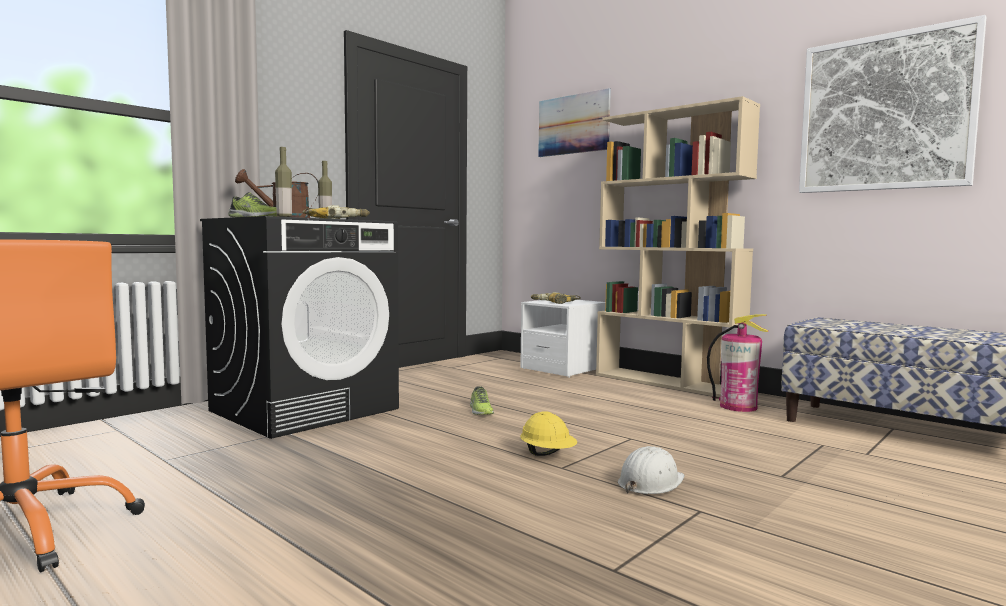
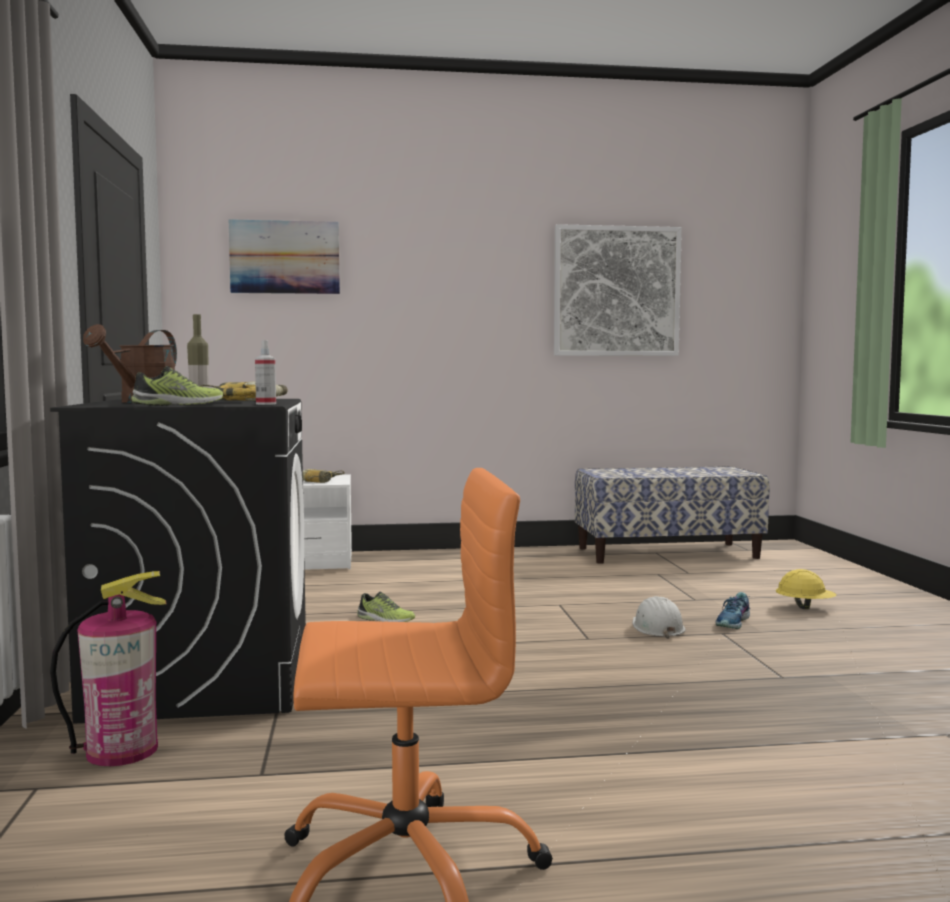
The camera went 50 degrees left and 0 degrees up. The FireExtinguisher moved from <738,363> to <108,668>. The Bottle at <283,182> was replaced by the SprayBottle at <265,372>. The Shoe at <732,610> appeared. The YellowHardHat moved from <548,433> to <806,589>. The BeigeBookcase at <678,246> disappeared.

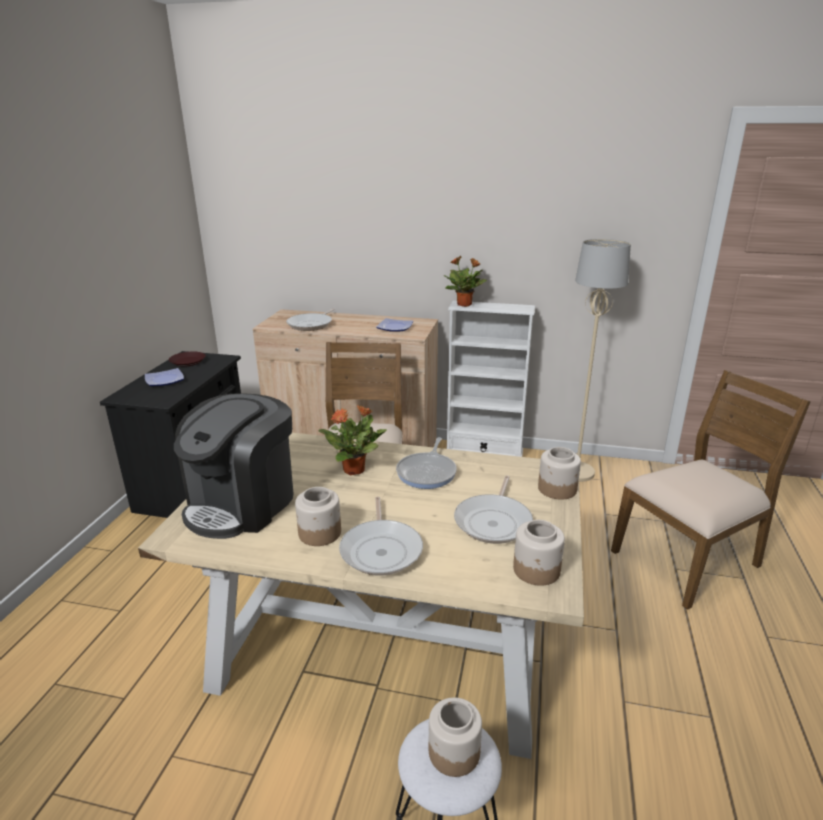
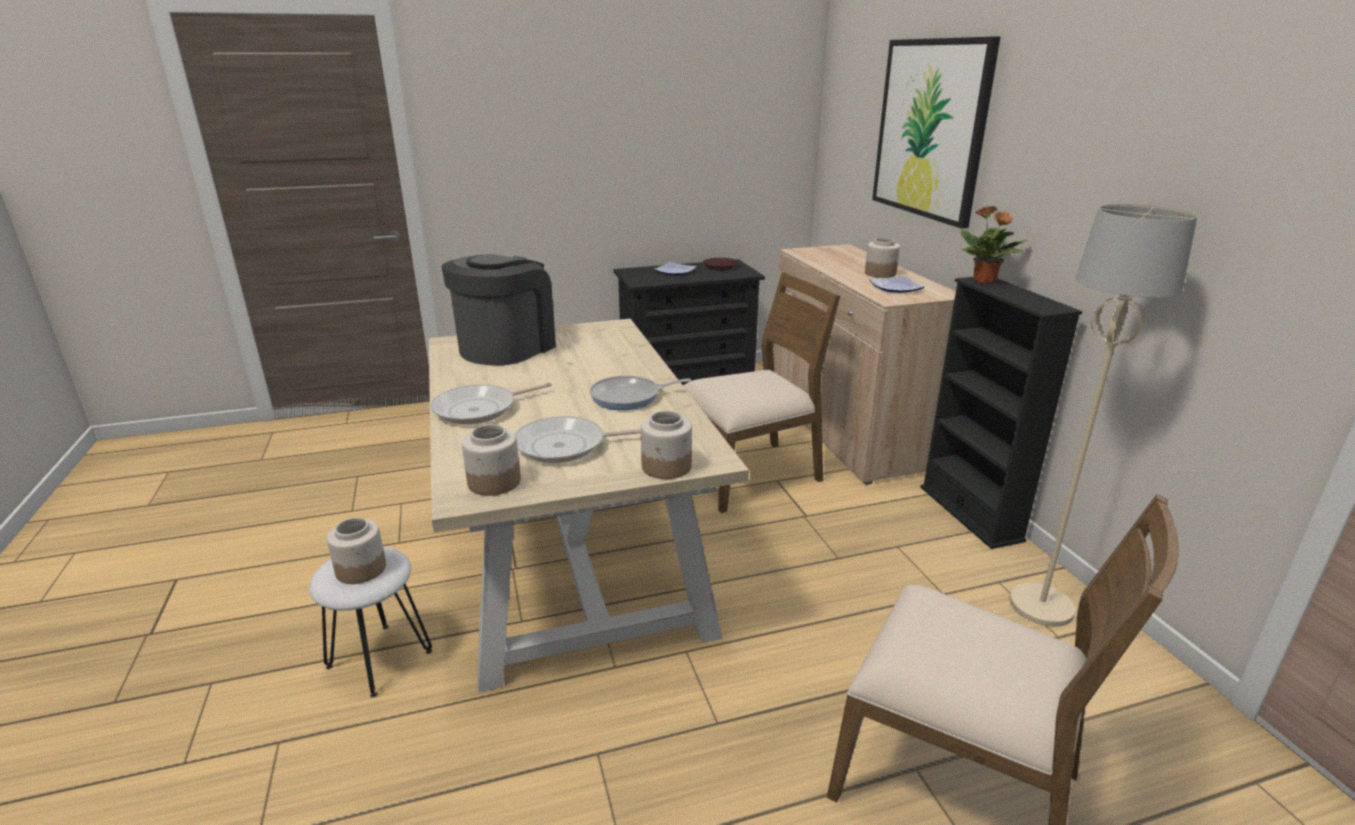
The camera went 60 degrees right and 0 degrees up. The CoffeeMachine at <234,466> turned 120 degrees clockwise. The Jar moved from <318,516> to <882,258>. The Picture at <936,133> appeared. The WhiteBookcase at <490,379> became the BlackBookcase at <1001,413>. The FryingPan at <310,319> disappeared. The PottedPlant at <352,439> disappeared.

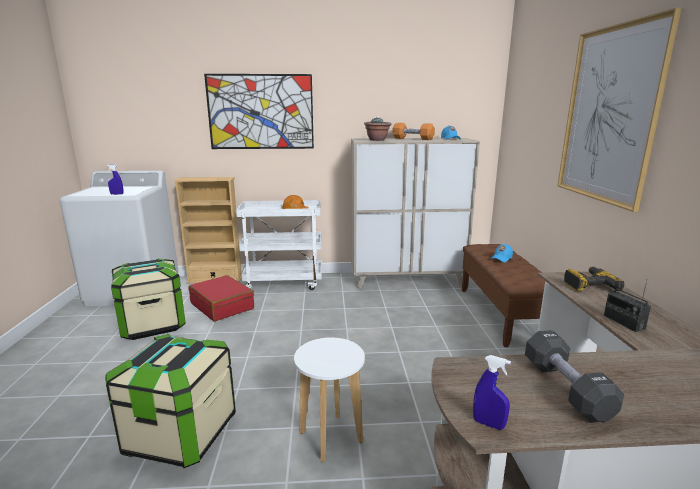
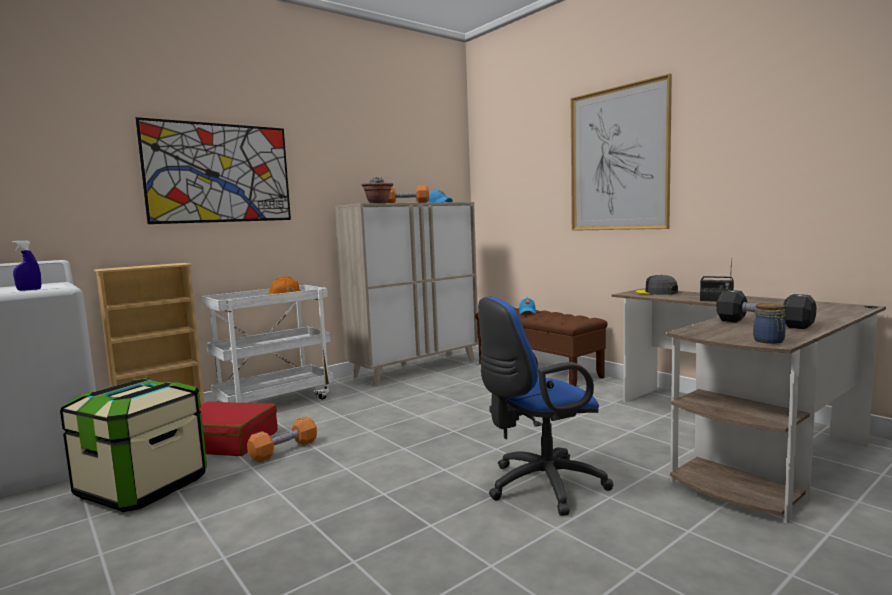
The camera went 35 degrees left and 10 degrees down. The OrangeDumbbell at <282,439> appeared. The WhiteStool at <329,399> was replaced by the BlueOfficeChair at <545,406>. The PowerDrill at <594,279> was replaced by the GreyCap at <657,285>. The BlueSprayBottle at <492,392> was replaced by the Jar at <769,323>. The StorageBox at <170,401> disappeared.

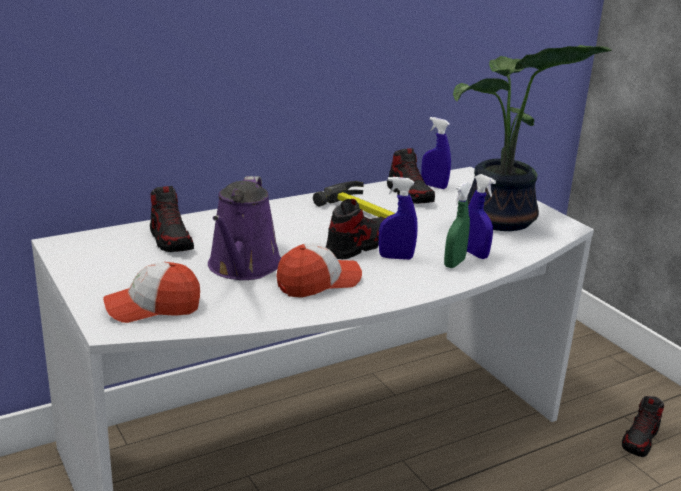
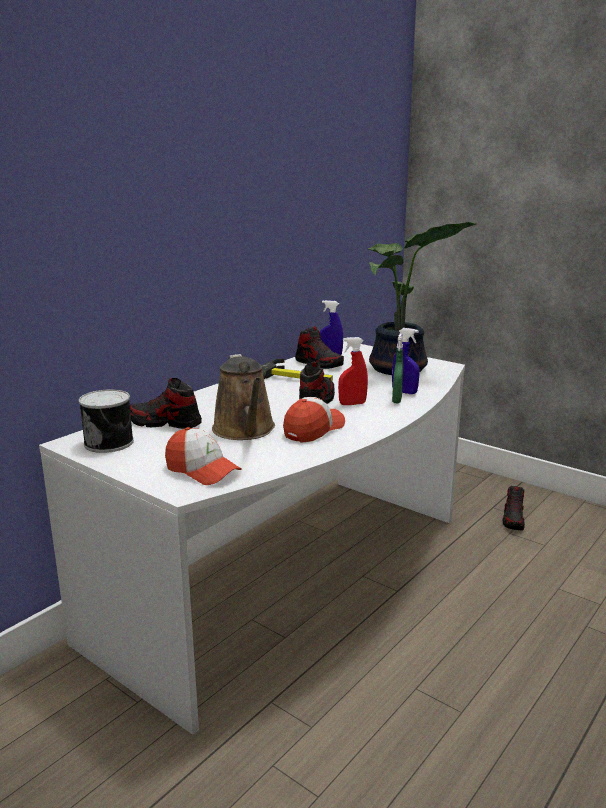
The camera went 20 degrees left and 5 degrees down. The Can at <106,421> appeared. The Shoe at <172,219> turned 150 degrees clockwise. The Cap at <151,292> turned 105 degrees counterclockwise. The PurpleWateringCan at <244,228> became the BrownWateringCan at <243,397>. The BlueSprayBottle at <398,218> became the RedSprayBottle at <353,371>.

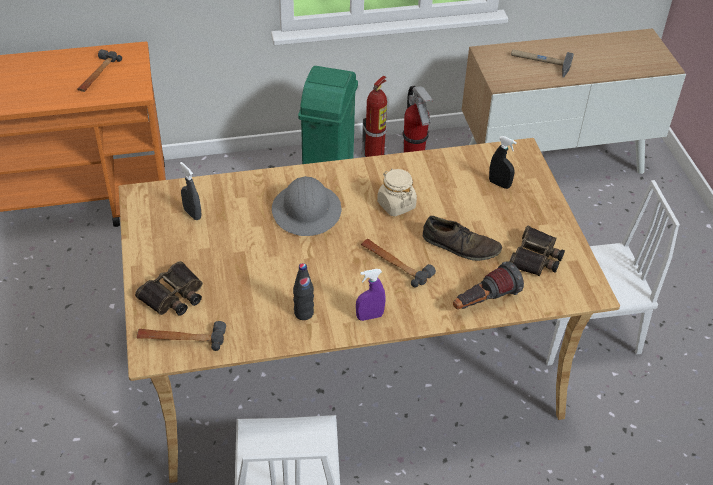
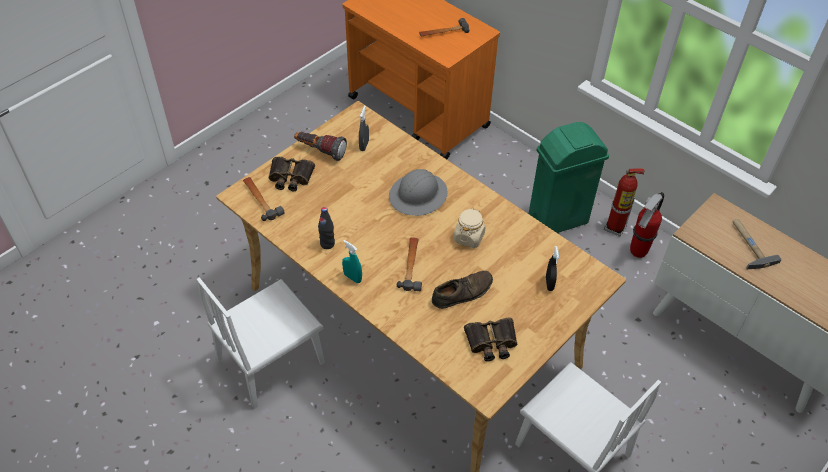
The camera went 55 degrees right and 5 degrees up. The Flashlight moved from <488,285> to <320,146>. The PurpleSprayBottle at <371,295> became the TurquoiseSprayBottle at <352,261>. The BrownShoe at <462,238> turned 105 degrees counterclockwise.

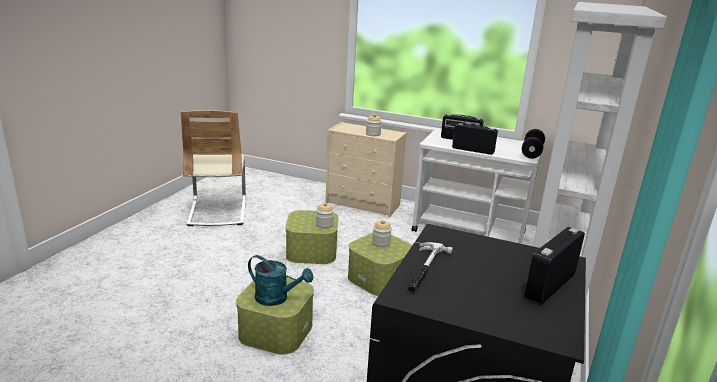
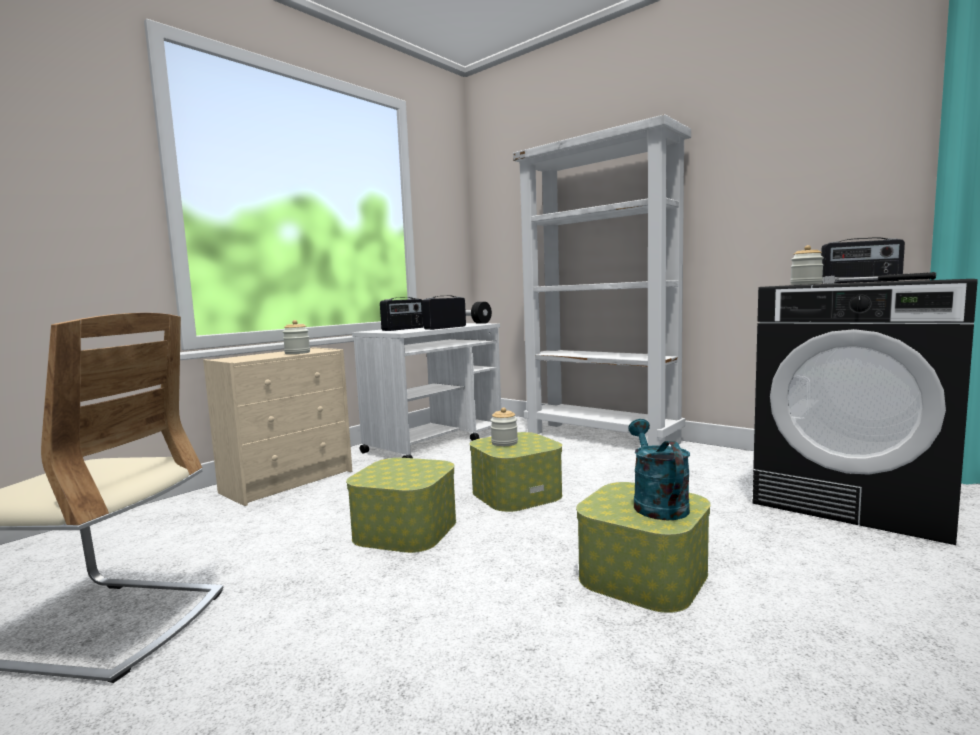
The camera went 70 degrees left and 15 degrees down. The TurquoiseWateringCan at <281,280> turned 45 degrees counterclockwise. The Jar moved from <325,215> to <807,265>. The Radio at <555,266> turned 45 degrees counterclockwise.

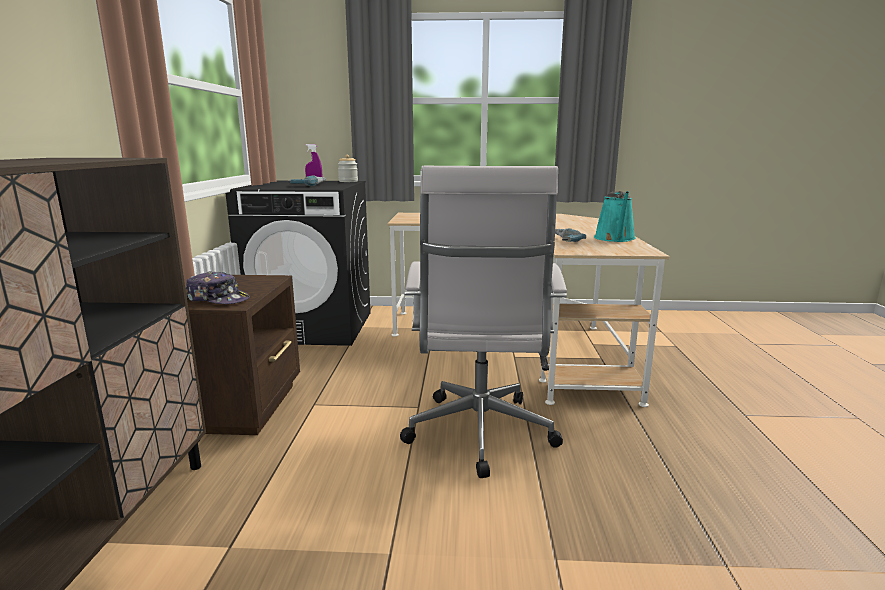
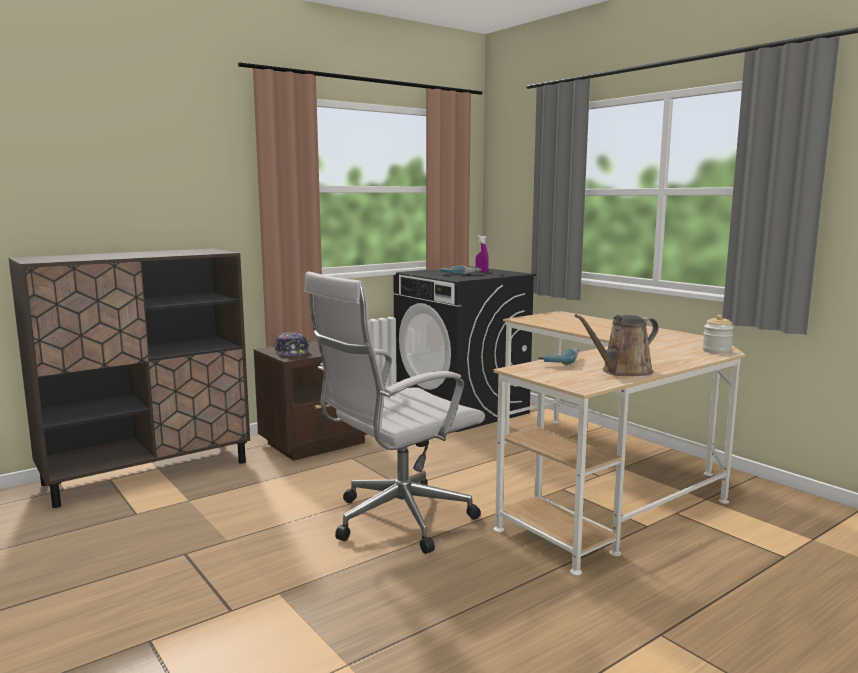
The camera went 50 degrees right and 5 degrees down. The TurquoiseWateringCan at <615,216> became the BrownWateringCan at <617,345>. The Jar moved from <348,168> to <718,334>.

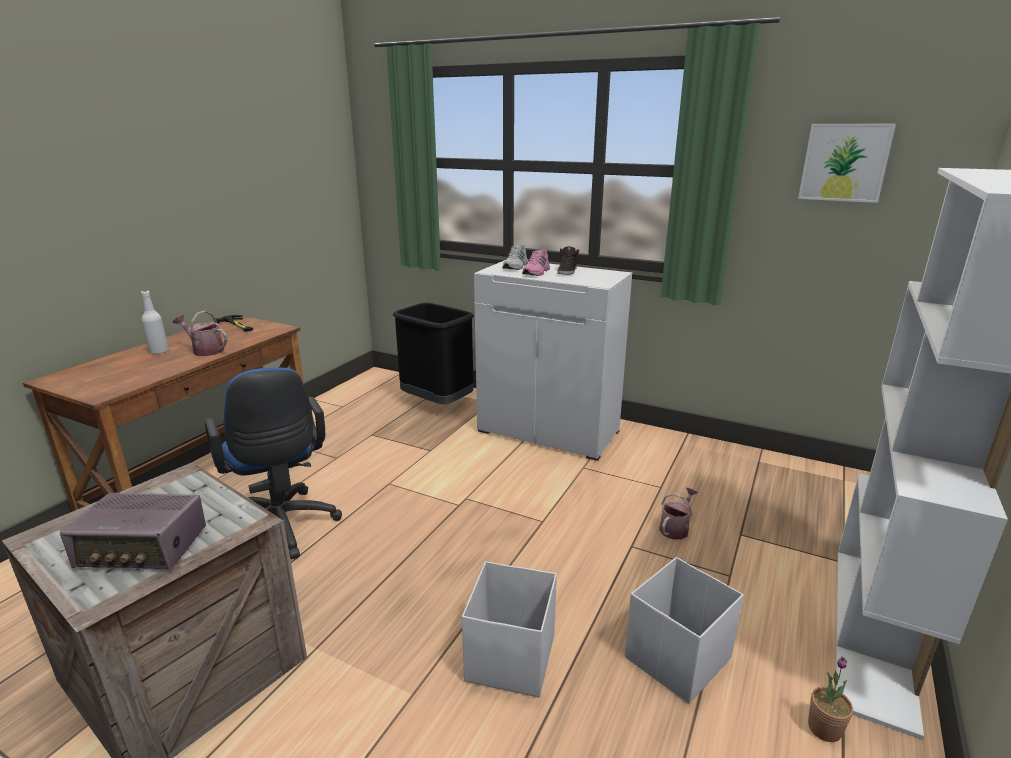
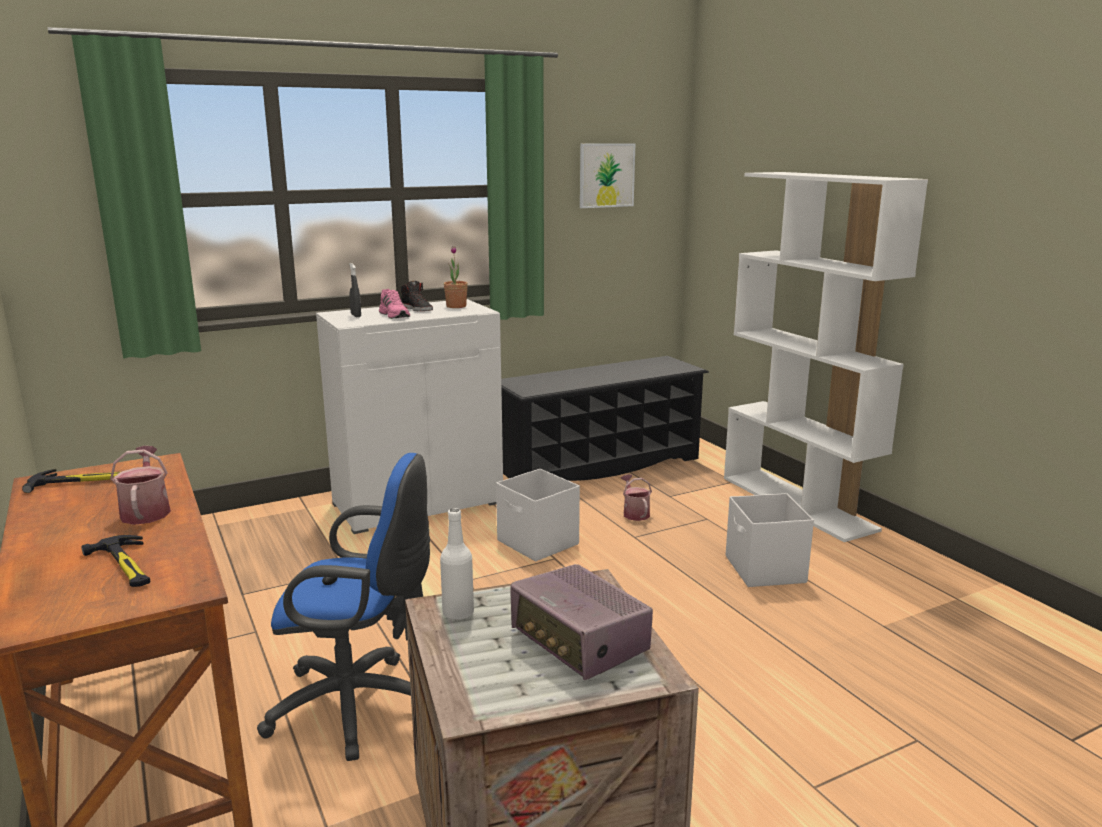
The camera went 55 degrees left and 5 degrees down. The Hammer at <115,561> appeared. The WateringCan at <200,333> turned 105 degrees clockwise. The WhiteShoe at <515,257> was replaced by the GreySprayBottle at <355,290>. The WhiteBottle moved from <155,322> to <457,564>. The PottedPlant moved from <830,699> to <456,277>. The WhiteStorageBox moved from <509,629> to <538,515>. The BlackShoeRack at <605,418> appeared. The Radio at <133,531> turned 105 degrees clockwise. The BlackTrashCan at <433,354> disappeared.

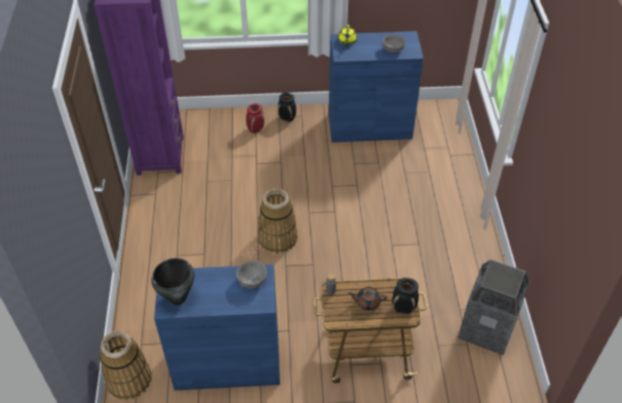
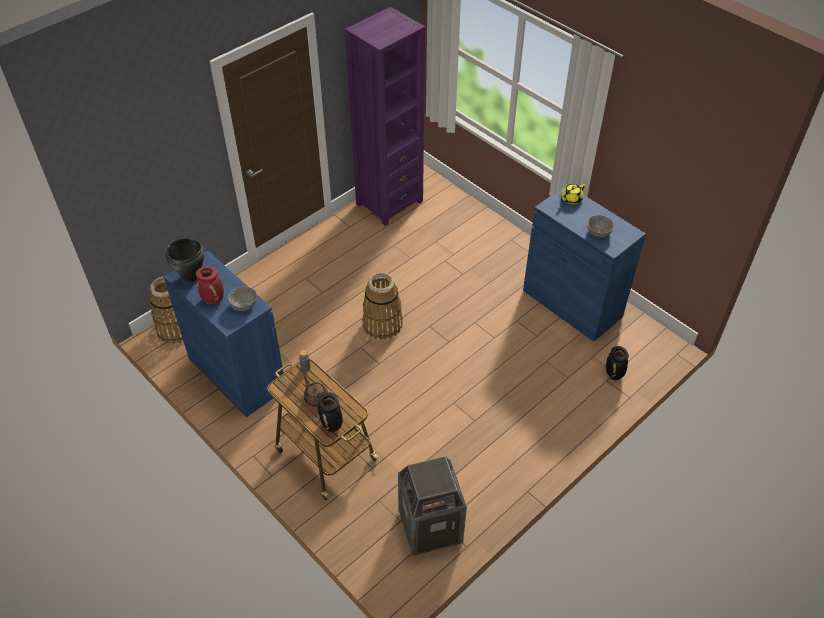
The camera went 50 degrees right and 0 degrees up. The RedVase moved from <255,118> to <210,285>. The BlackVase moved from <287,107> to <617,363>.

